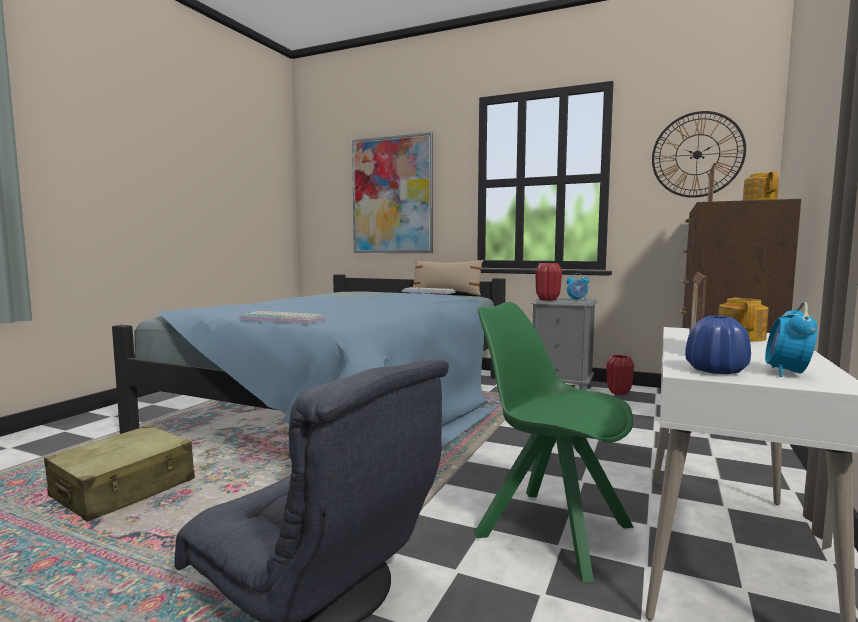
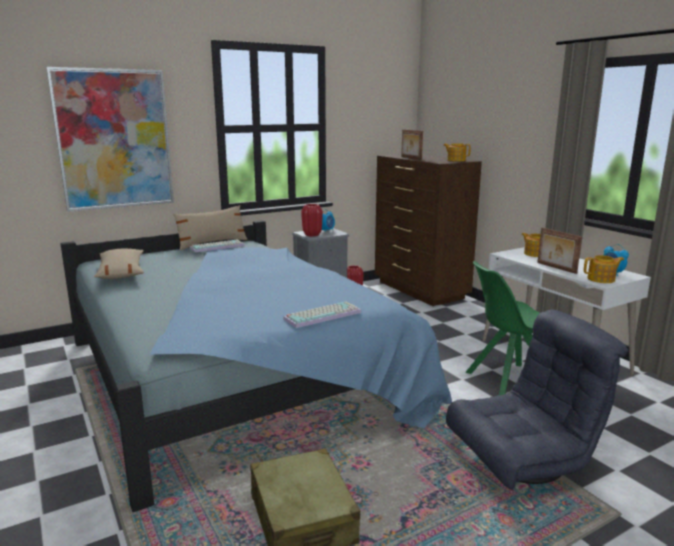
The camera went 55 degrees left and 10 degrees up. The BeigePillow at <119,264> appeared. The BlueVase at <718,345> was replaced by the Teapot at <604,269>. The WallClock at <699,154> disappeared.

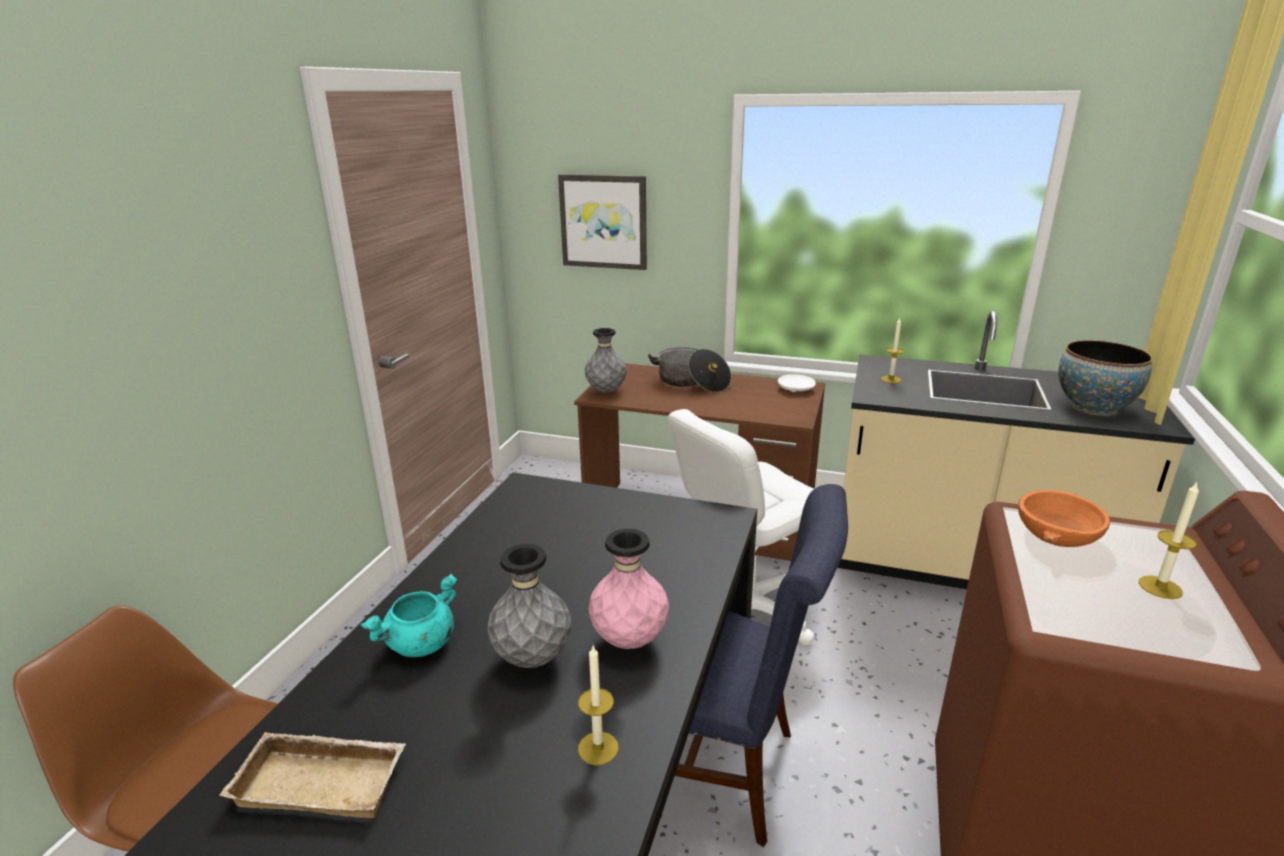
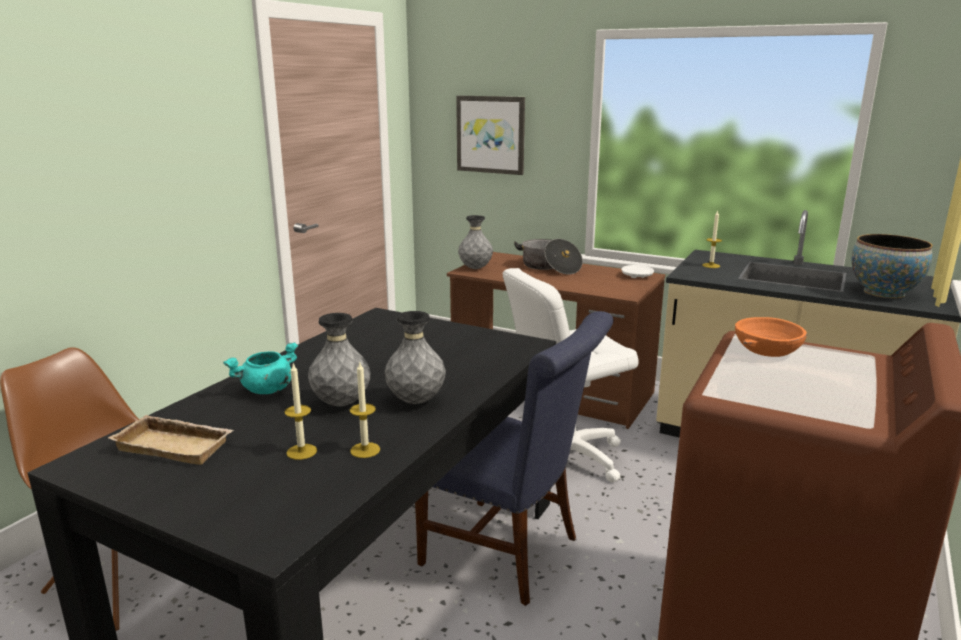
The camera went 10 degrees right and 5 degrees down. The Candle moved from <1169,540> to <301,412>. The PinkVase at <629,589> became the GreyVase at <415,357>.

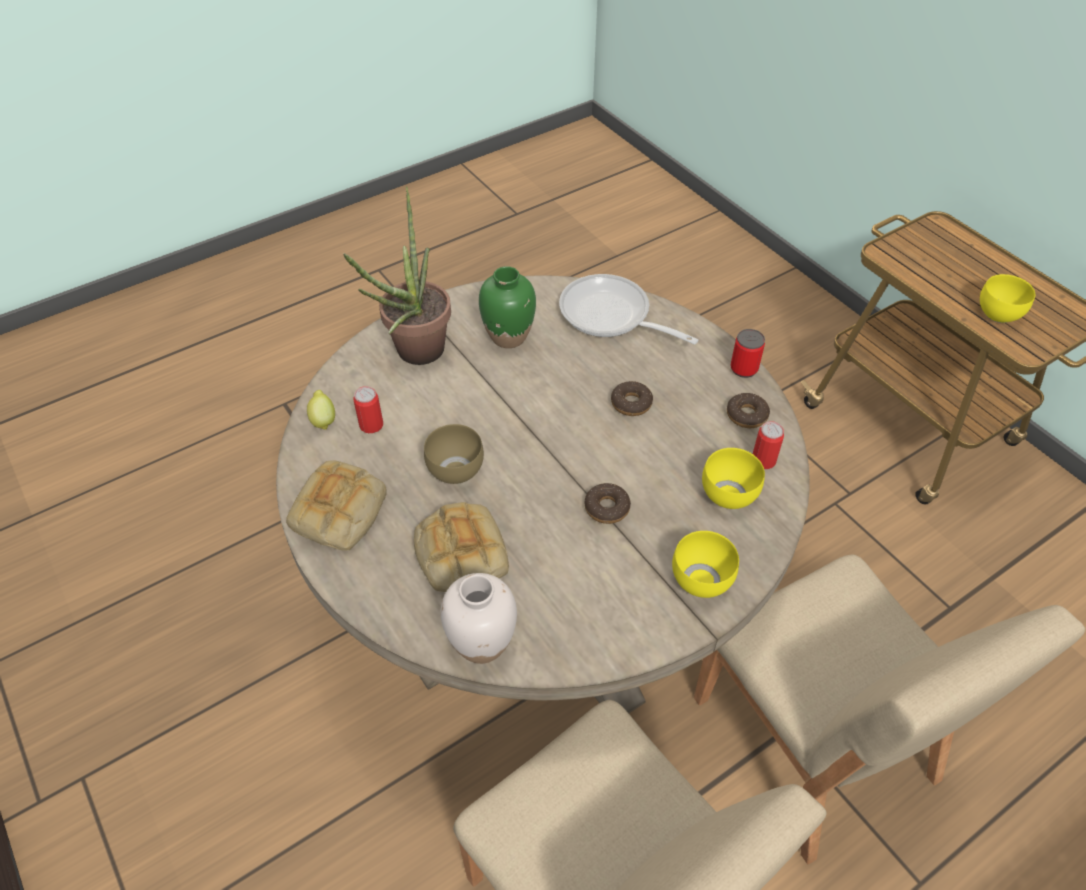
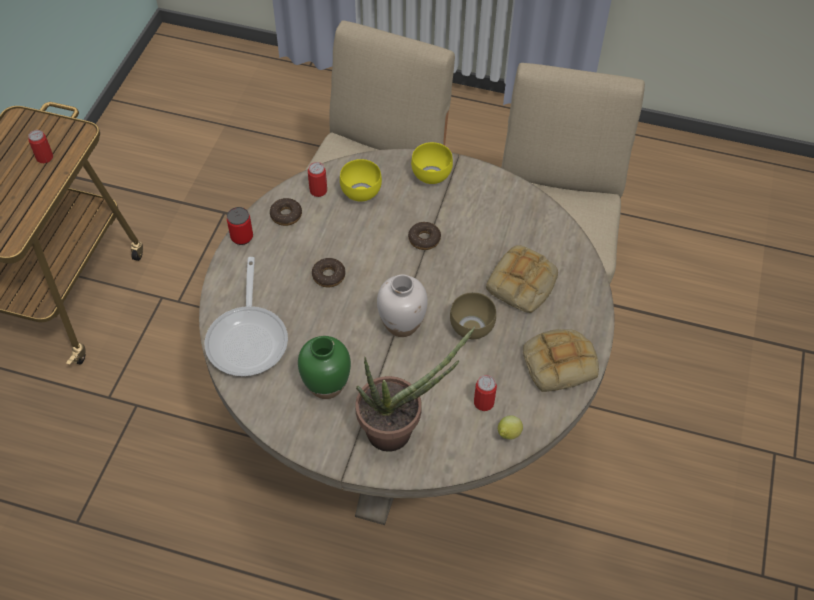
The camera went 130 degrees left and 5 degrees up. The YellowBowl at <1007,298> was replaced by the Can at <40,146>. The WhiteVase moved from <479,618> to <402,305>.

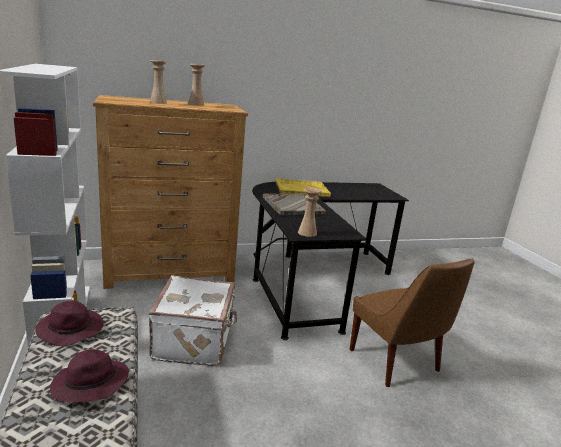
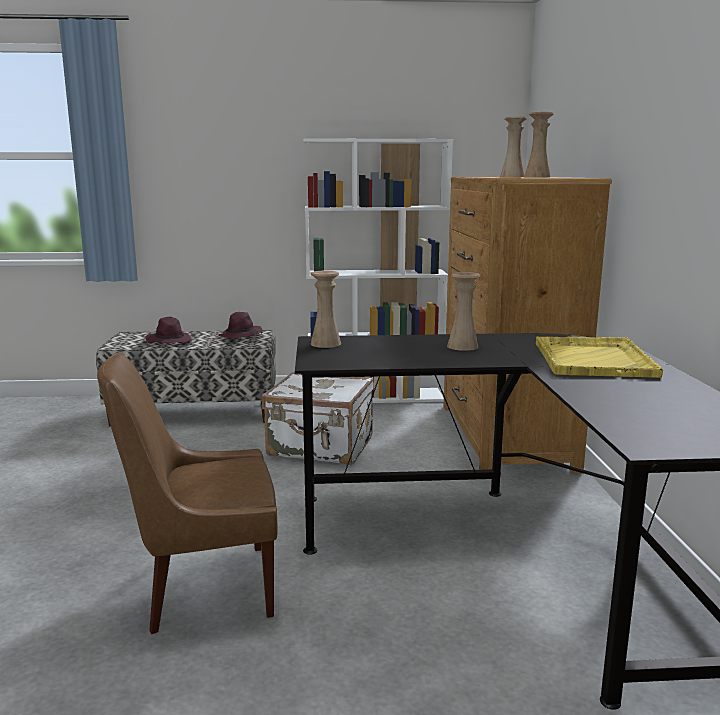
The camera went 105 degrees right and 5 degrees down. The GreyTray at <294,204> was replaced by the BeigeVase at <463,311>.

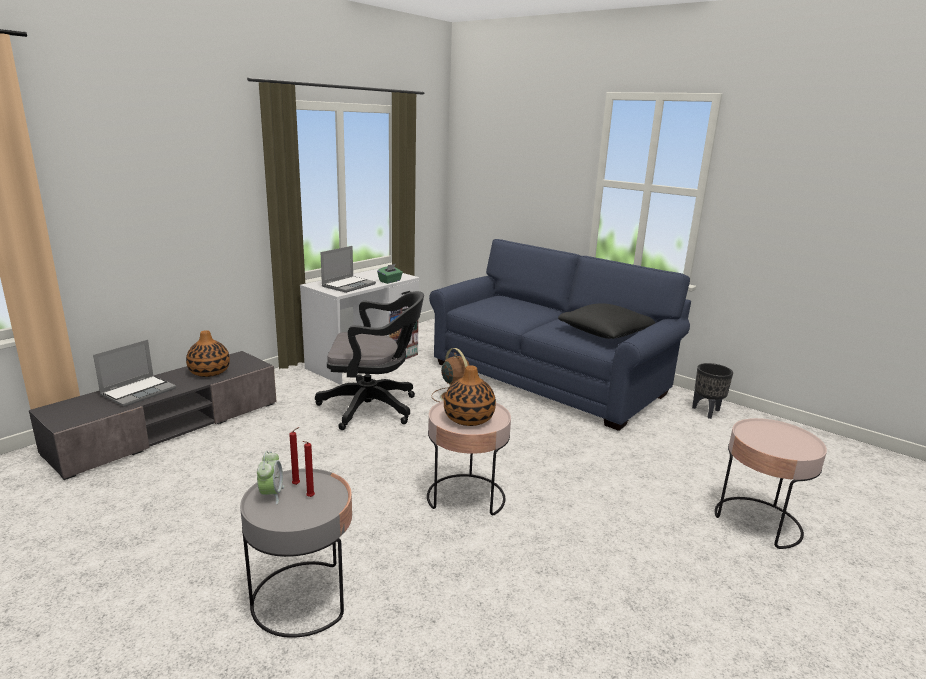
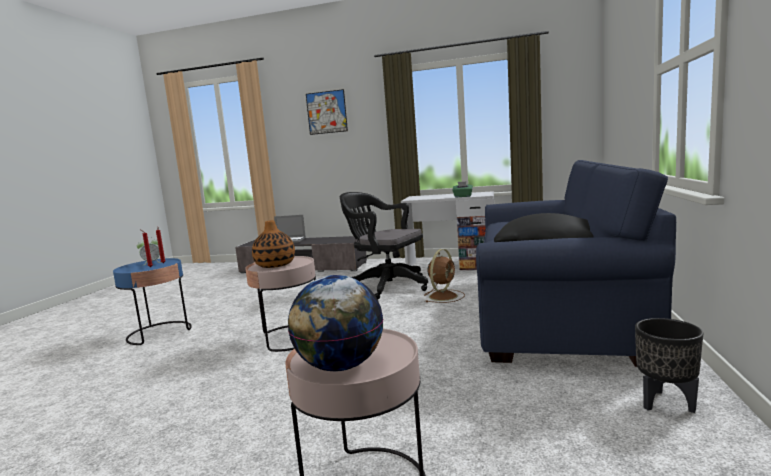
The camera went 65 degrees right and 10 degrees down. The GreySideTable at <296,553> became the BlueSideTable at <152,302>. The Globe at <335,323> appeared. The Picture at <327,112> appeared. The BlackOfficeChair at <369,360> turned 150 degrees clockwise. The Vase at <208,353> disappeared. The Laptop at <348,269> disappeared.

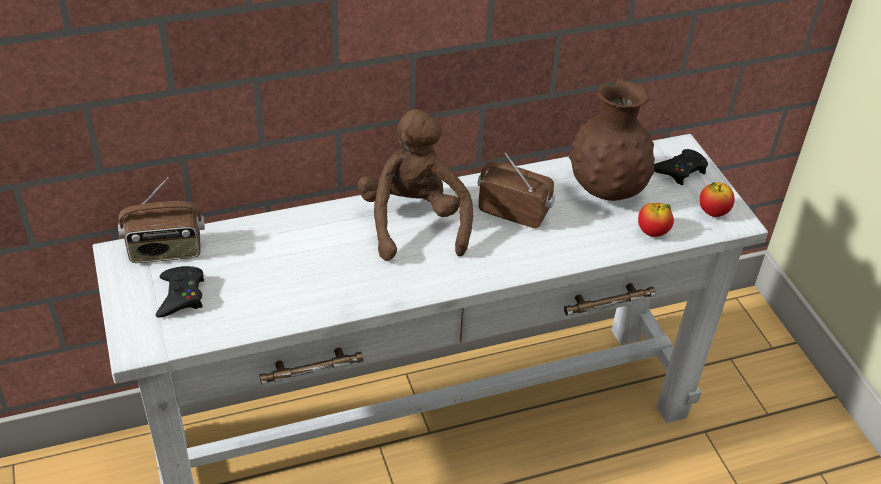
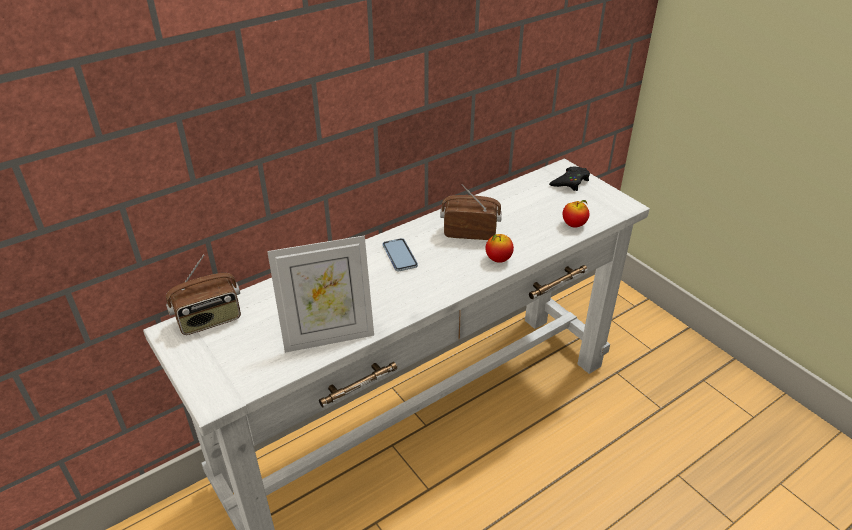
The camera went 15 degrees left and 5 degrees down. The PictureFrame at <320,294> appeared. The BrownPlushToy at <415,185> was replaced by the Phone at <400,254>. The Apple moved from <717,199> to <500,248>. The BlackGameController at <180,292> disappeared. The BrownVase at <612,140> disappeared.

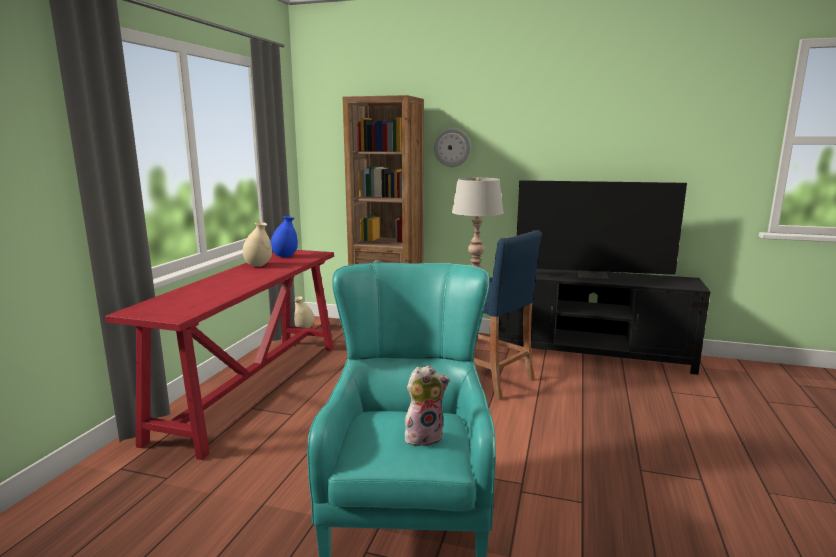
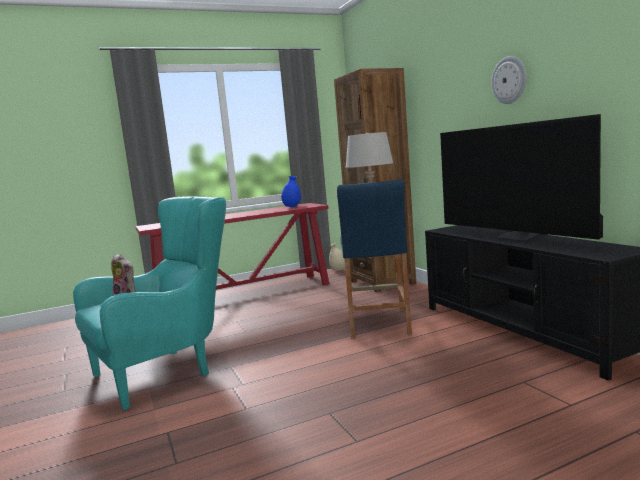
The camera went 50 degrees right and 5 degrees down. The WallClock moved from <452,147> to <509,80>. The BeigeVase at <257,244> disappeared.

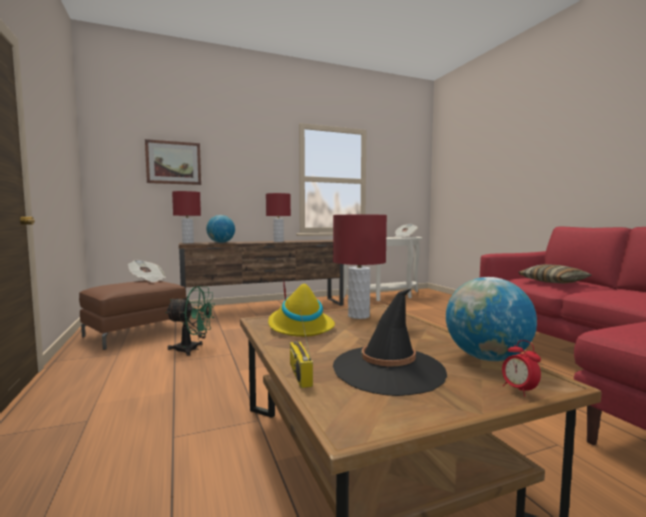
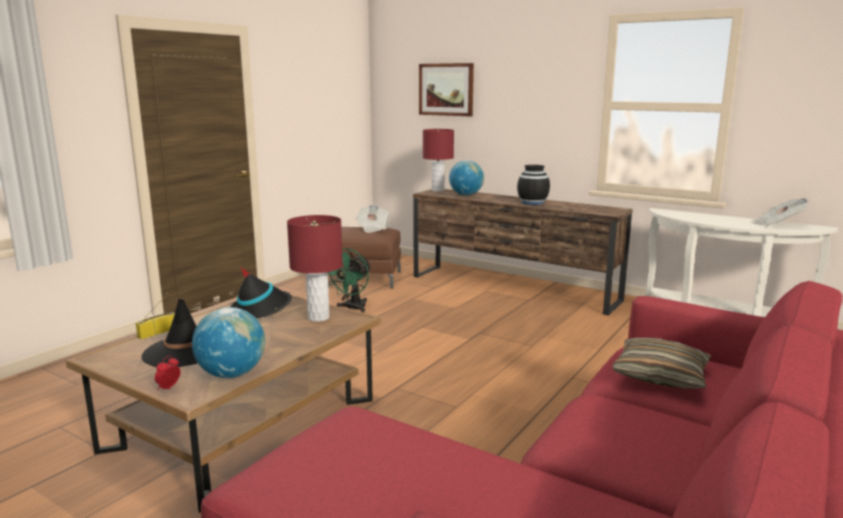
The camera went 55 degrees right and 10 degrees up. The YellowHat at <301,307> became the BlackHat at <261,292>. The GreenFan at <190,321> turned 60 degrees clockwise. The RedTableLamp at <278,217> was replaced by the BlackVase at <533,185>.

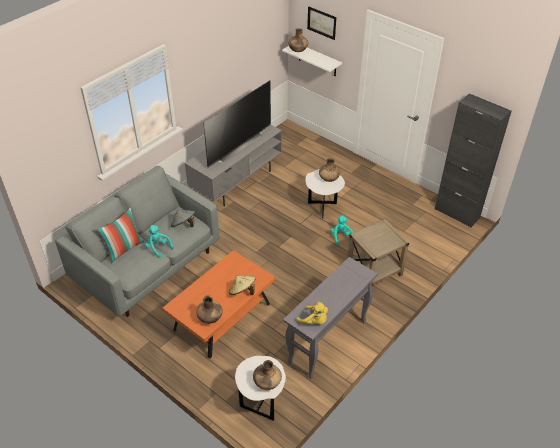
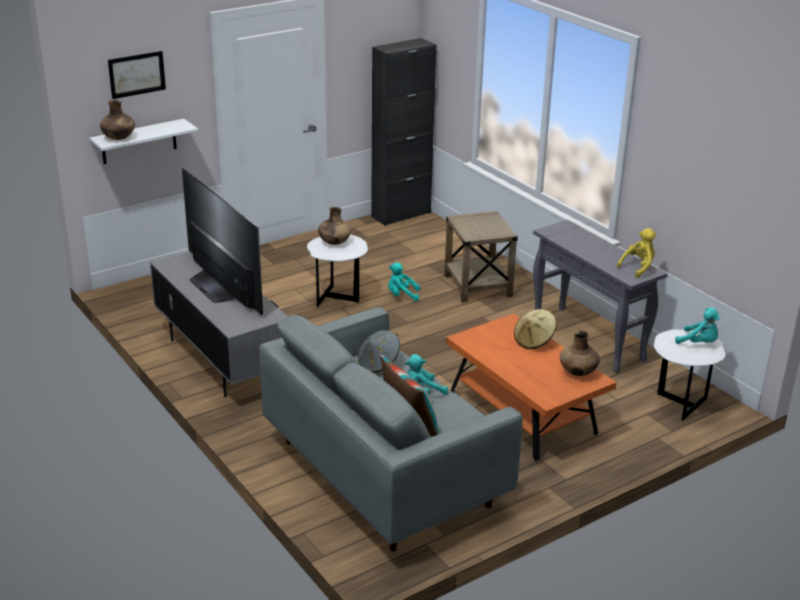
The camera went 75 degrees left and 15 degrees down. The BrownVase at <267,375> was replaced by the TurquoisePlushToy at <697,326>.

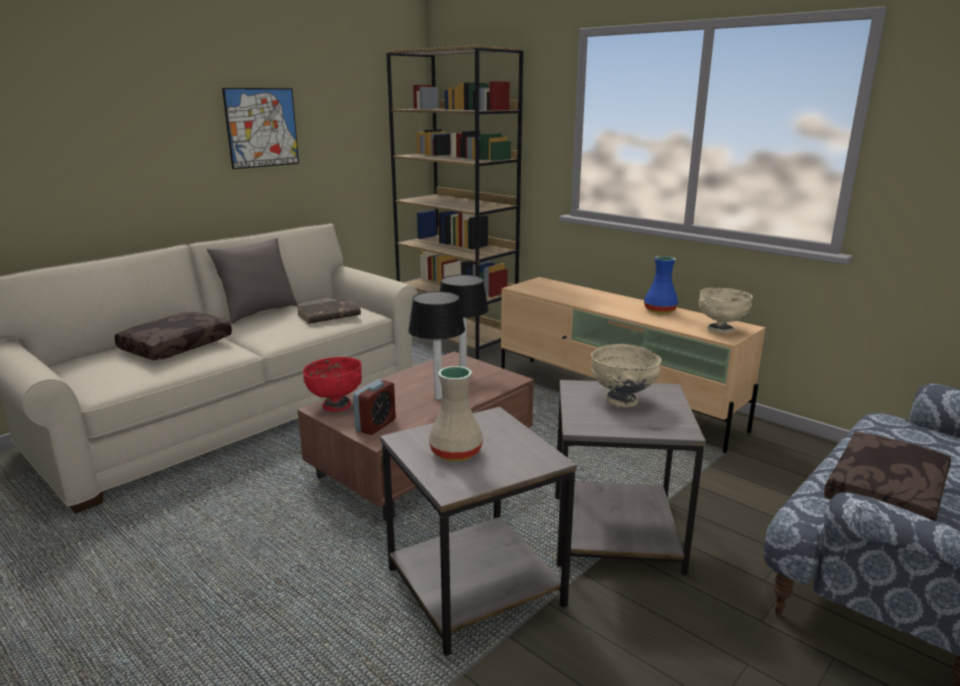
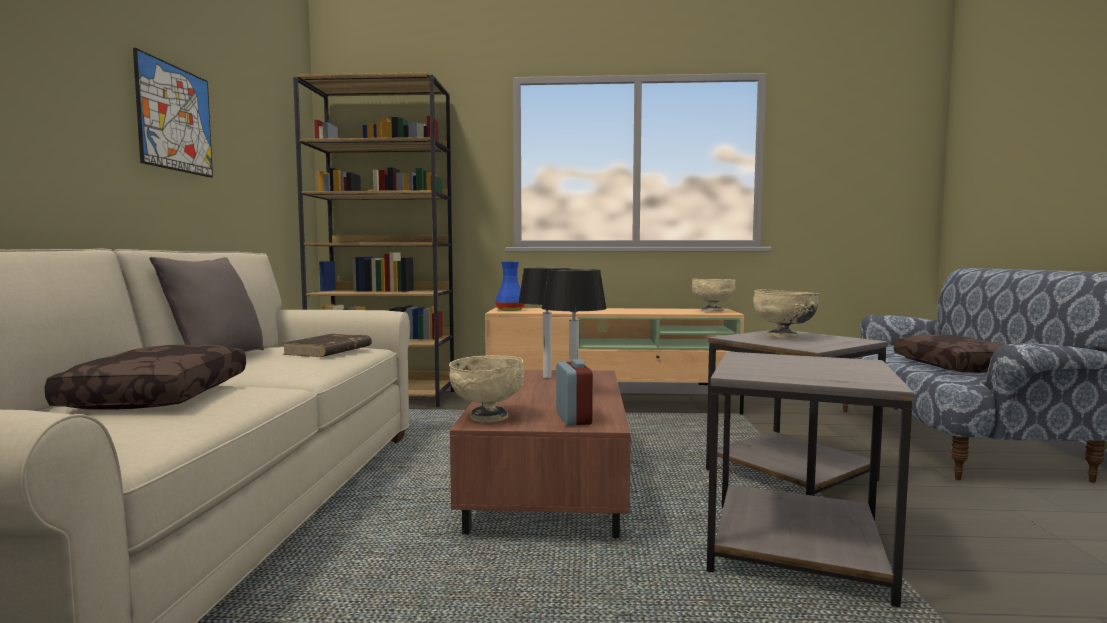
The camera went 40 degrees left and 15 degrees down. The RedBowl at <332,384> became the BeigeBowl at <487,388>. The BlueVase moved from <661,285> to <510,286>. The BeigeVase at <456,413> disappeared.

